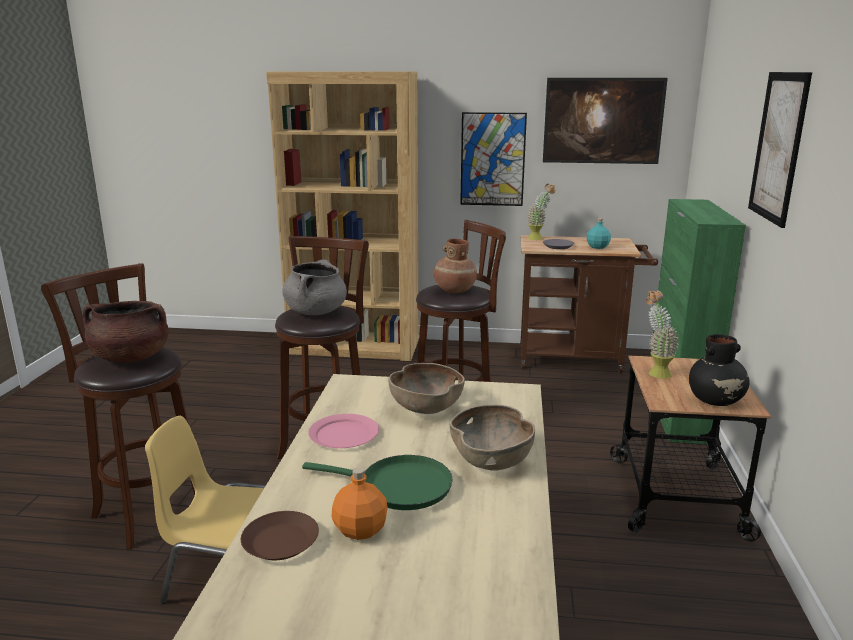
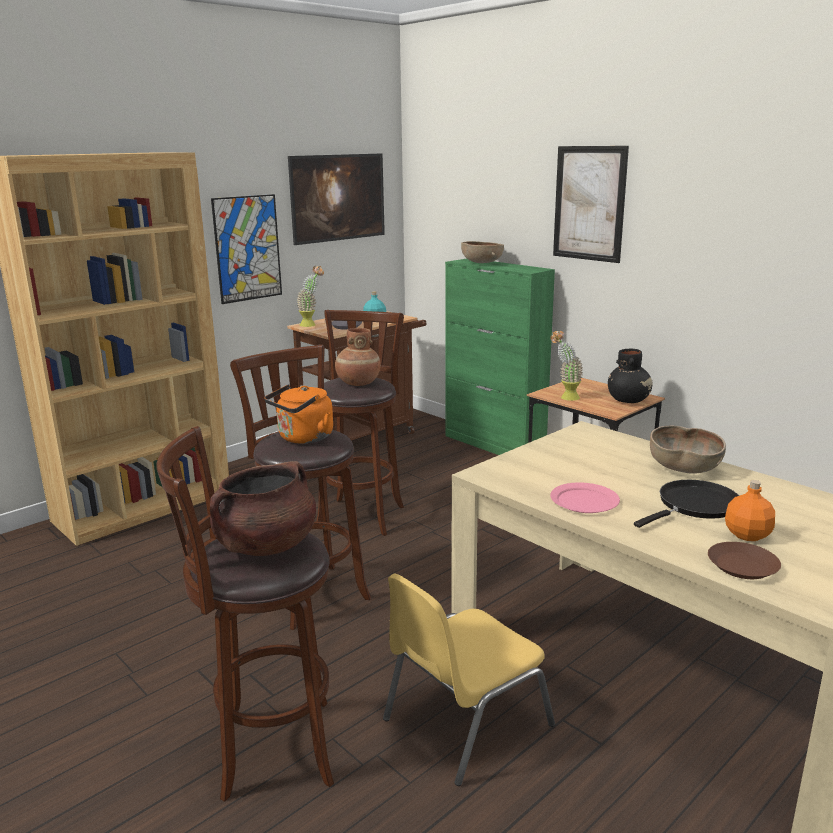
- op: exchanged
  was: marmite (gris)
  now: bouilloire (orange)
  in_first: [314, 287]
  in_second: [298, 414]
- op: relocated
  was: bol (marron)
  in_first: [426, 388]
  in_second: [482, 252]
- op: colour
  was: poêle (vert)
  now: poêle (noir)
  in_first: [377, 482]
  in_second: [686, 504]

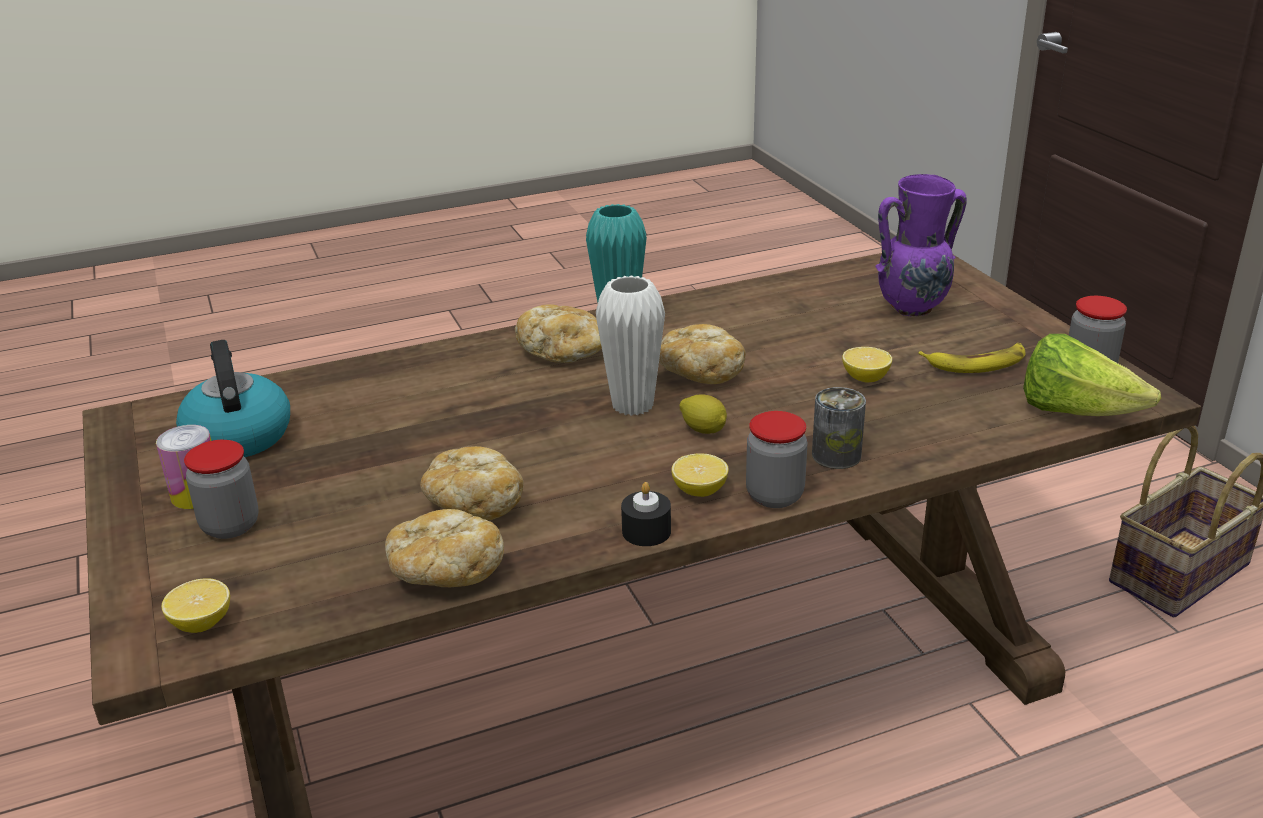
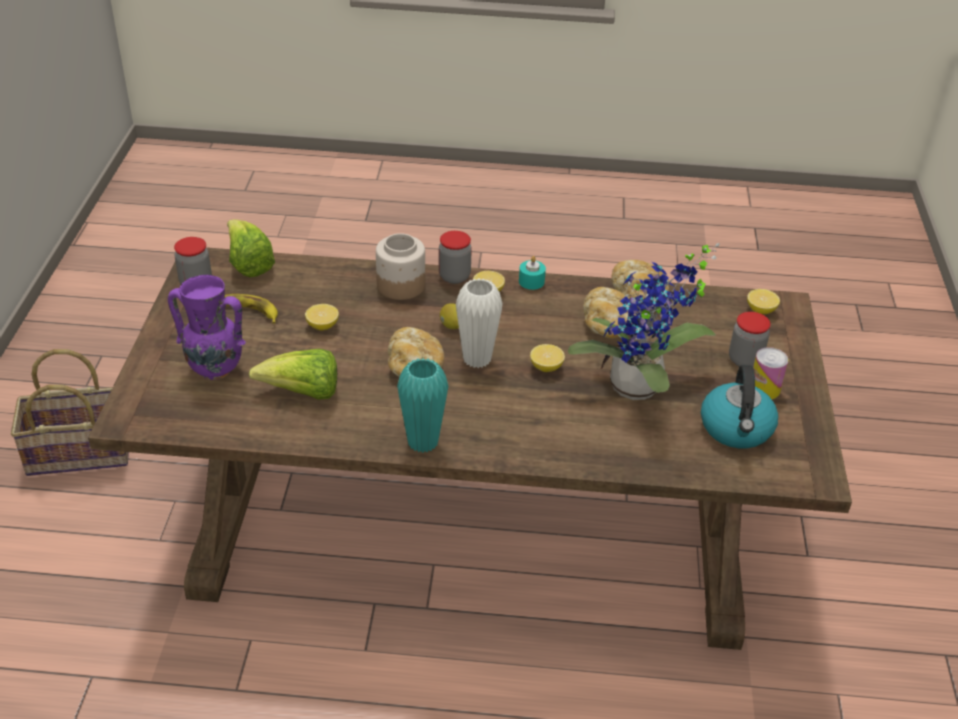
- op: appeared
  now: laitue
  in_second: [293, 374]
- op: exchanged
  was: boîte métallique
  now: bocal
  in_first: [839, 428]
  in_second: [400, 266]
- op: colour
  was: bougie (noir)
  now: bougie (turquoise)
  in_first: [646, 514]
  in_second: [532, 273]
- op: appeared
  now: citron
  in_second: [547, 358]
- op: appeared
  now: plante en pot
  in_second: [644, 321]
- op: missing
  was: pain
  in_first: [558, 333]

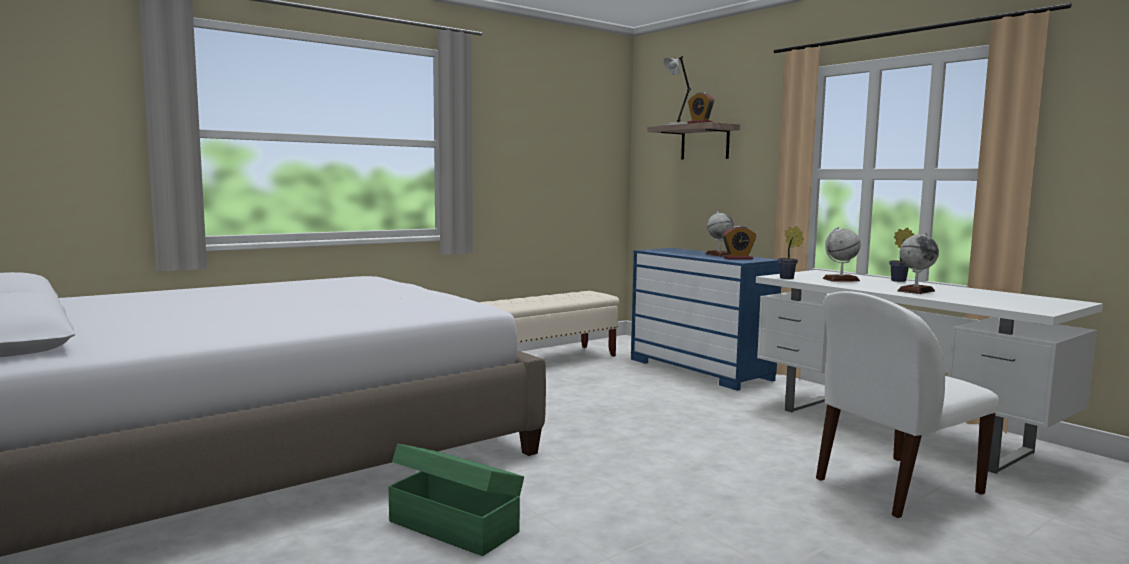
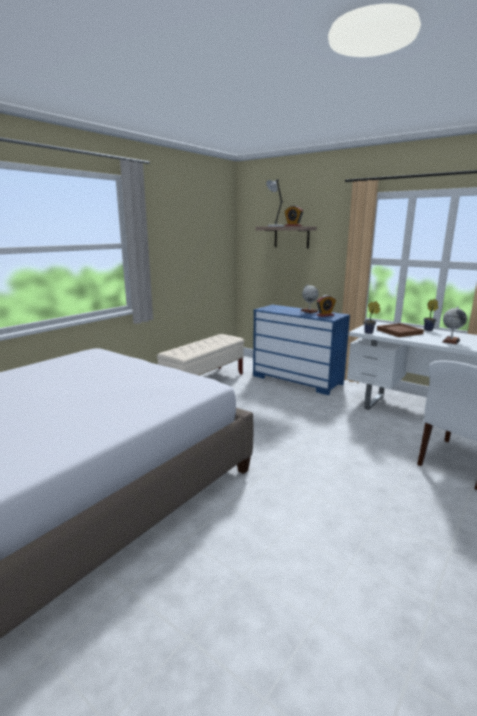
- op: exchanged
  was: globe
  now: plateau (marron)
  in_first: [841, 254]
  in_second: [400, 330]
- op: missing
  was: boîte de rangement (vert)
  in_first: [456, 500]

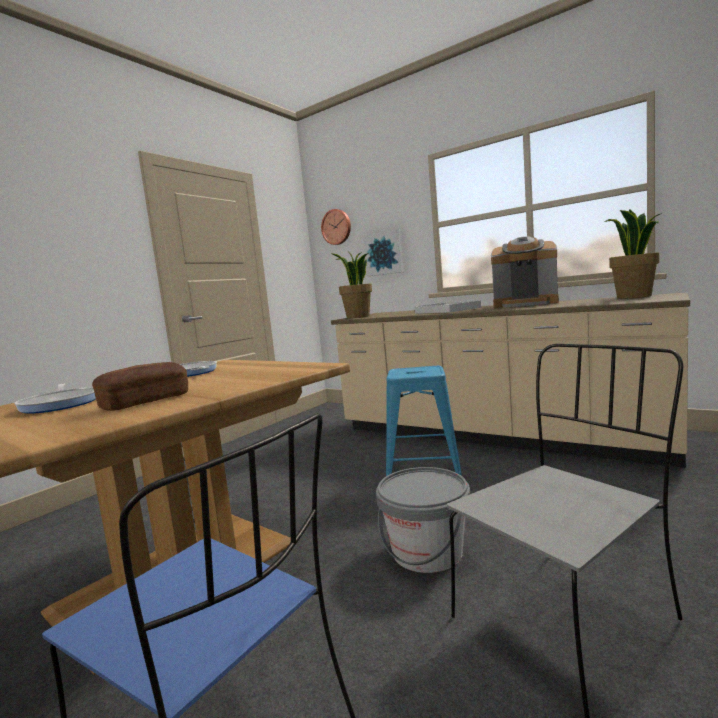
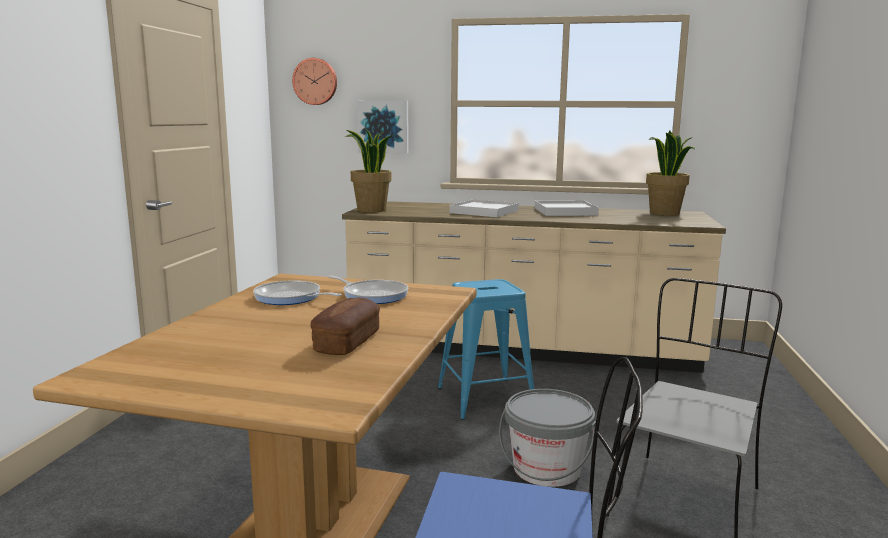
- op: relocated
  was: poêle
  in_first: [55, 399]
  in_second: [367, 290]
- op: exchanged
  was: machine à café
  now: plateau (blanc)
  in_first: [525, 272]
  in_second: [567, 208]

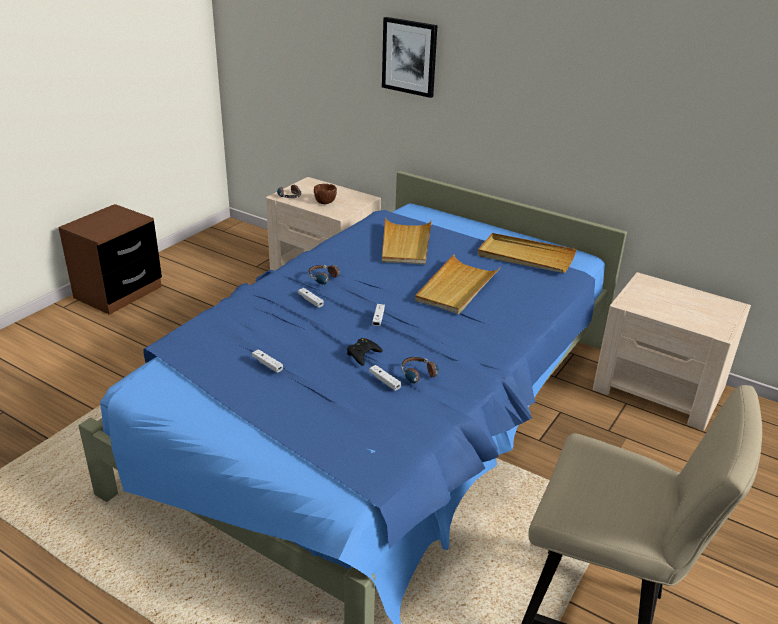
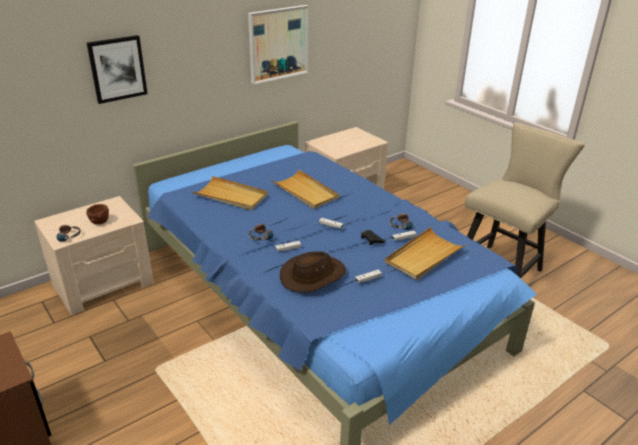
- op: appeared
  now: tableau
  in_second: [278, 44]
- op: appeared
  now: chapeau (marron)
  in_second: [313, 271]
- op: relocated
  was: plateau (beige)
  in_first: [527, 253]
  in_second: [425, 253]

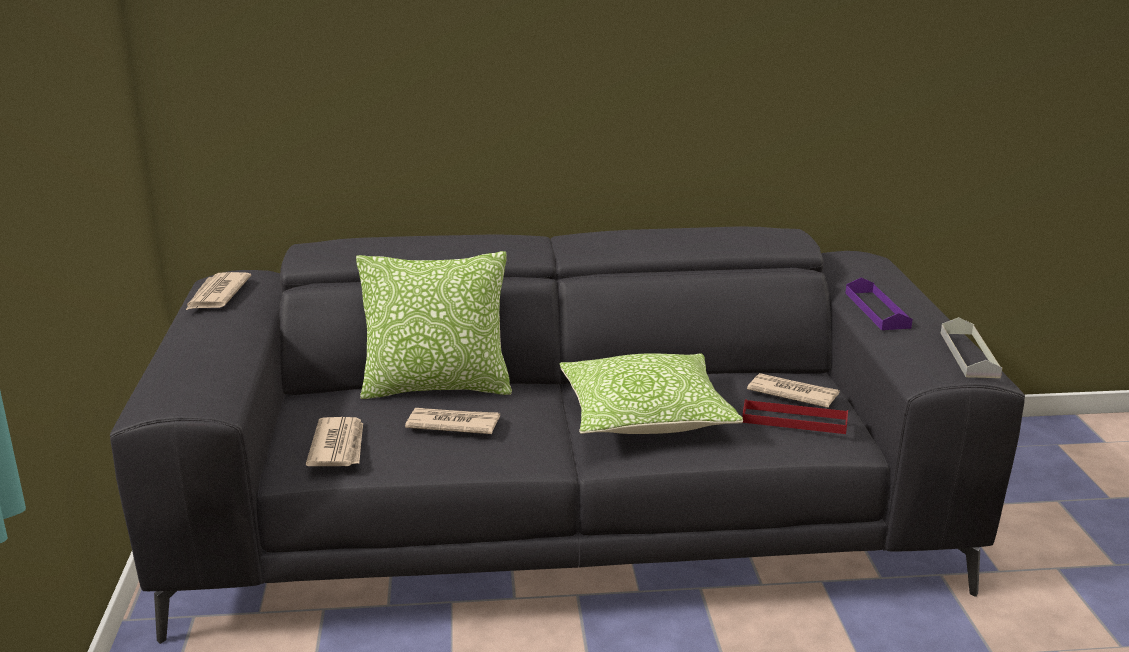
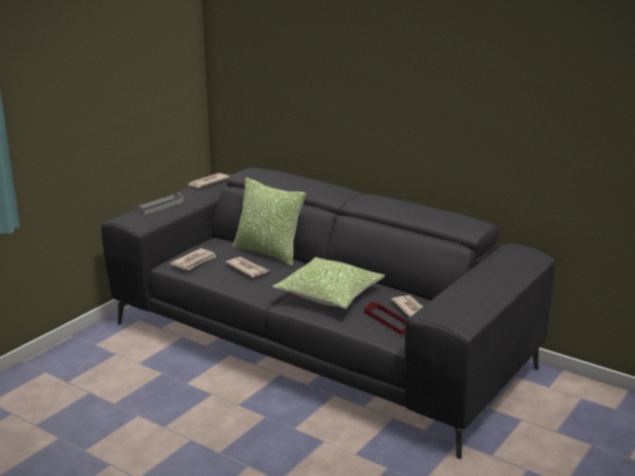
- op: relocated
  was: plateau (gris)
  in_first: [971, 347]
  in_second: [159, 204]
- op: missing
  was: plateau (violet)
  in_first: [879, 304]

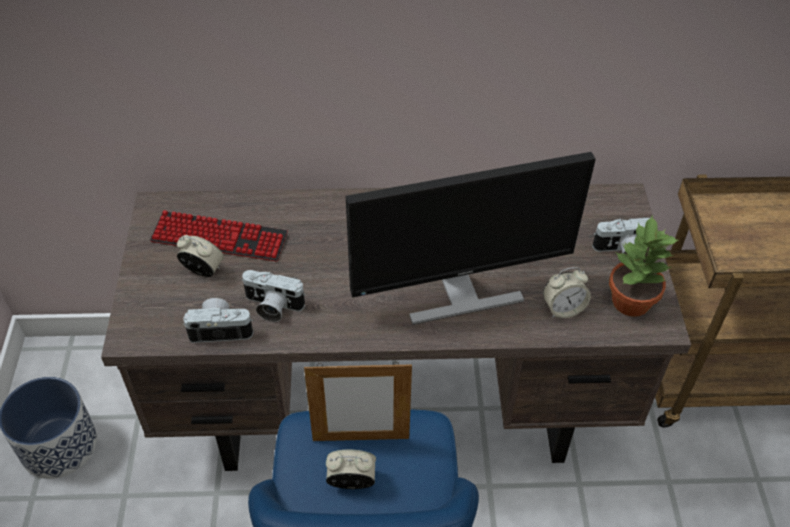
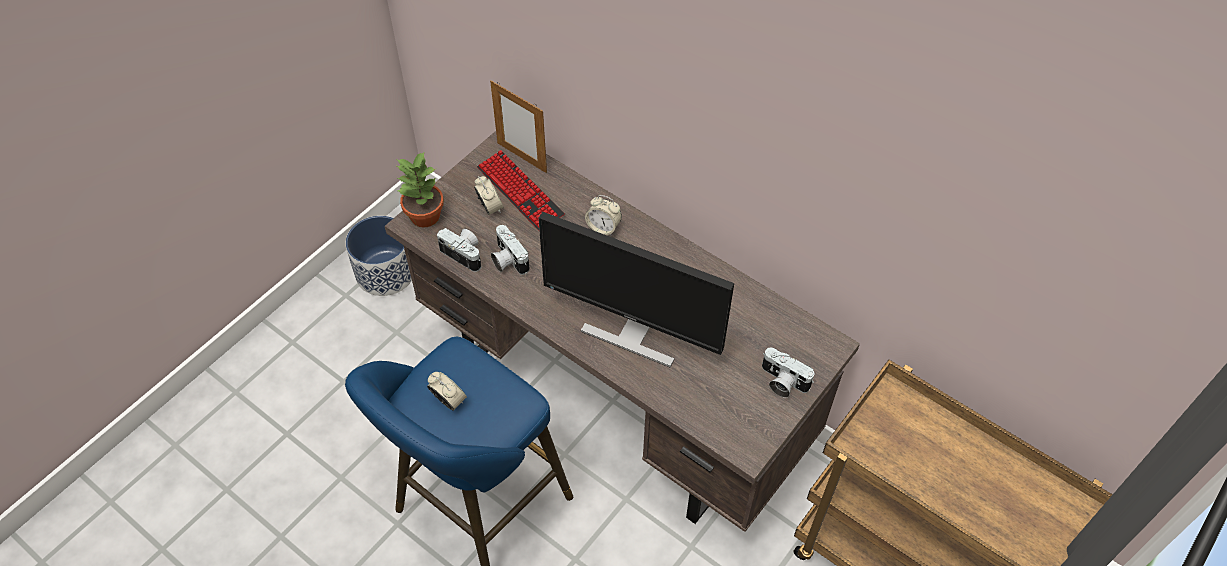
- op: relocated
  was: plante en pot
  in_first: [643, 266]
  in_second: [420, 189]
- op: relocated
  was: cadre photo
  in_first: [358, 401]
  in_second: [518, 126]
- op: relocated
  was: réveil
  in_first: [567, 292]
  in_second: [603, 215]

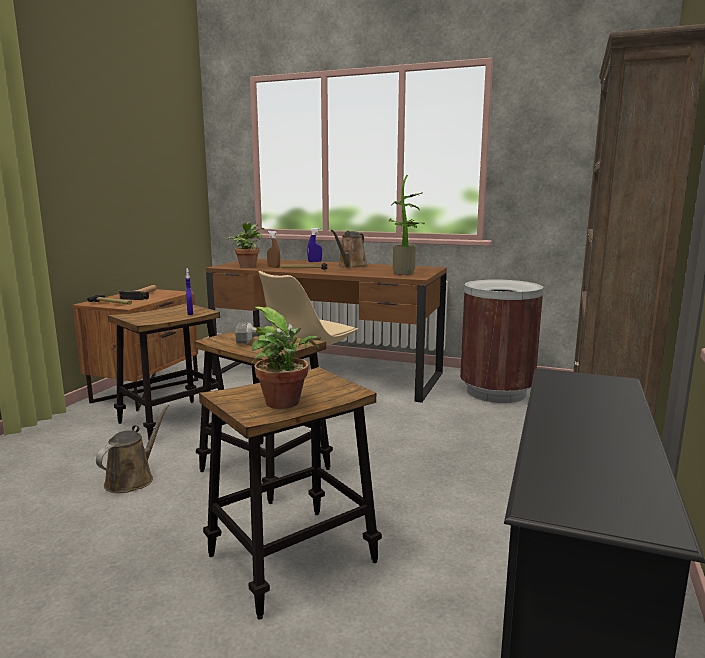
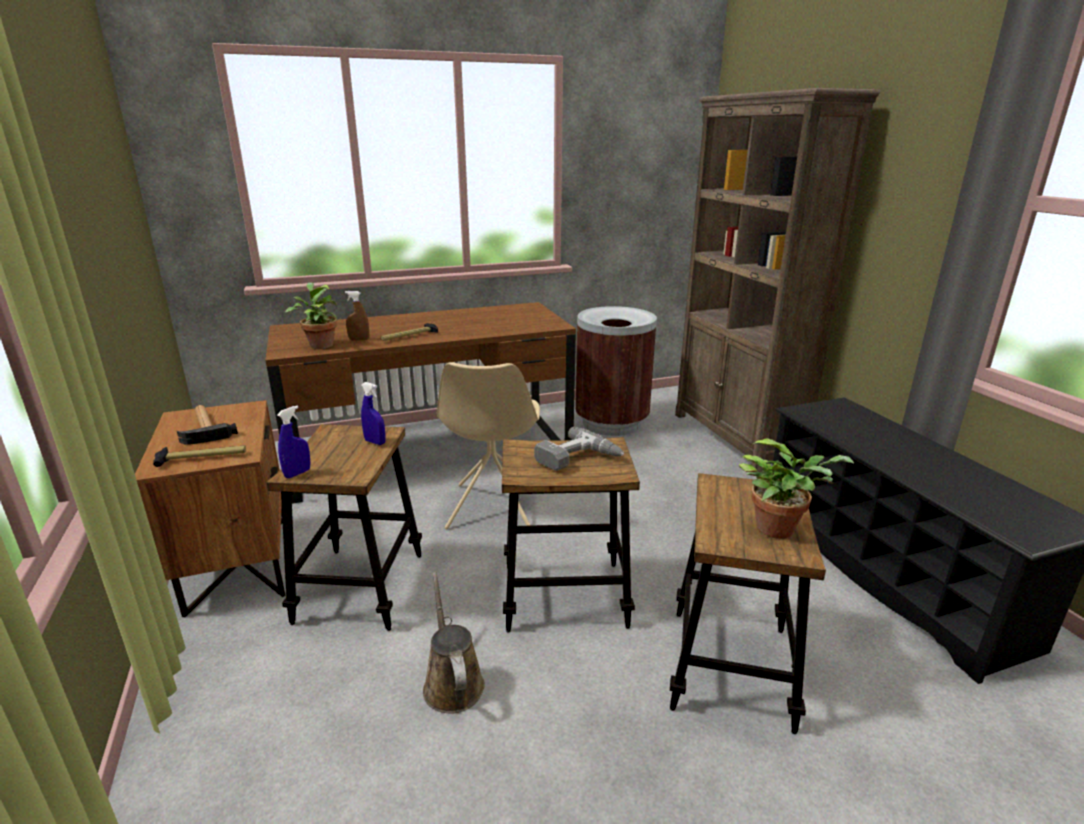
- op: relocated
  was: vaporisateur (bleu)
  in_first: [314, 245]
  in_second: [293, 442]
- op: missing
  was: arrosoir (marron)
  in_first: [349, 249]
- op: missing
  was: plante en pot
  in_first: [406, 225]

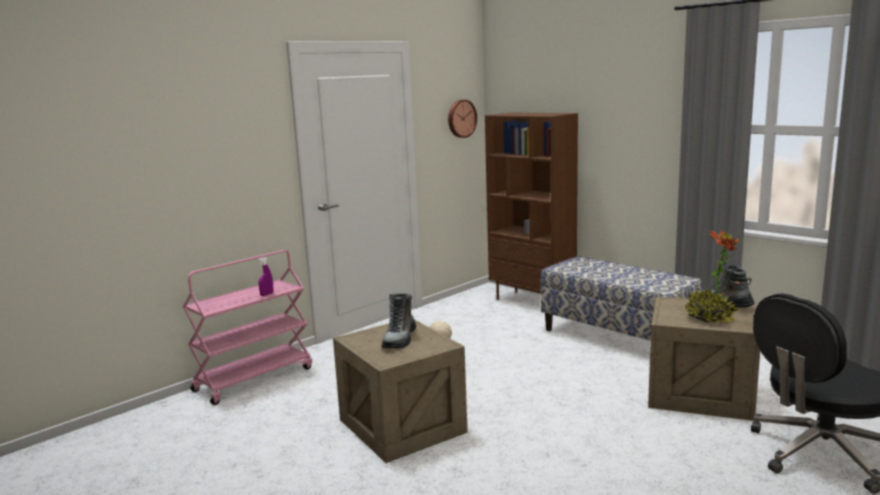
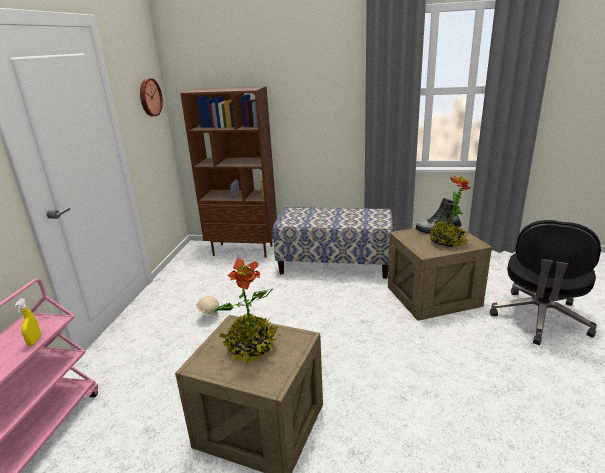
- op: colour
  was: vaporisateur (violet)
  now: vaporisateur (jaune)
  in_first: [265, 276]
  in_second: [27, 322]
- op: exchanged
  was: botte
  now: plante en pot
  in_first: [398, 321]
  in_second: [246, 311]

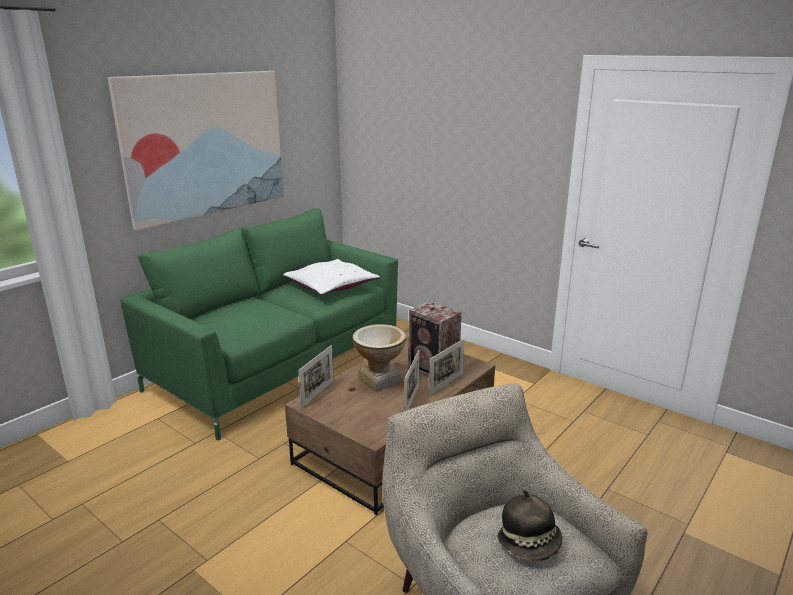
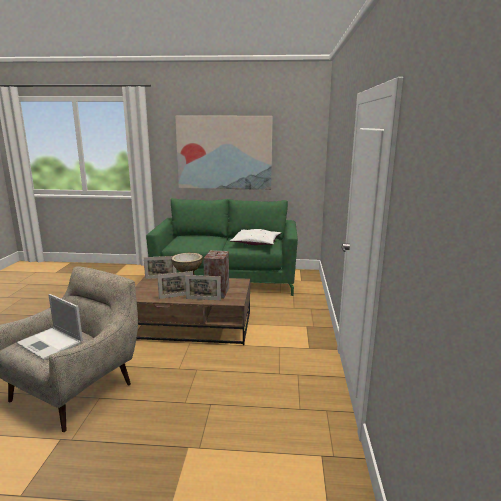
- op: exchanged
  was: chapeau
  now: ordinateur portable
  in_first: [530, 525]
  in_second: [49, 327]

